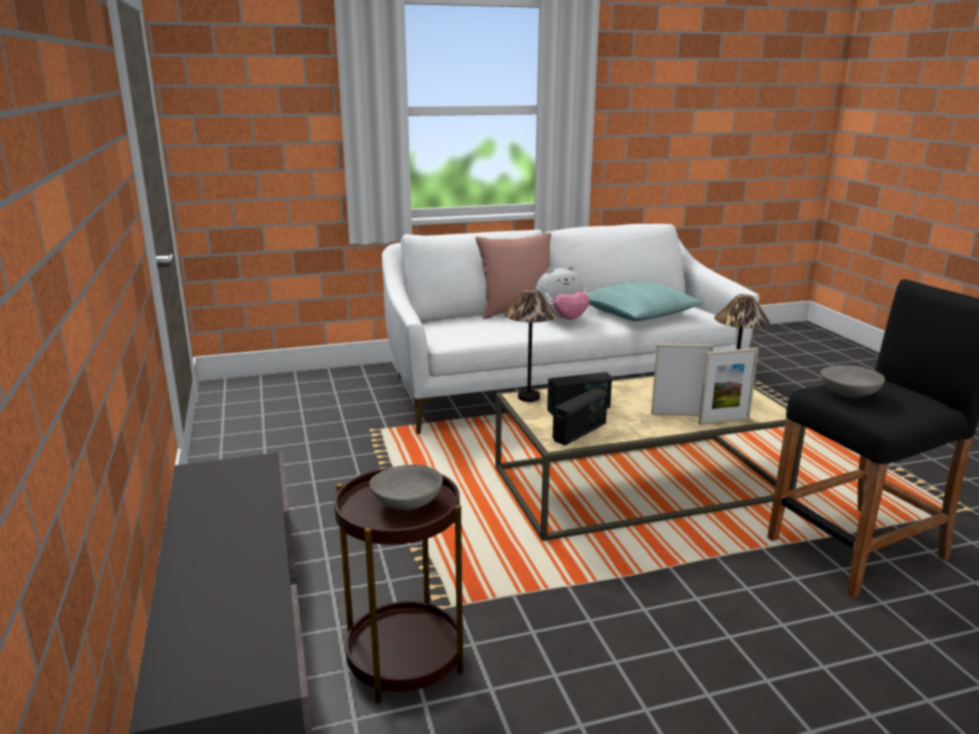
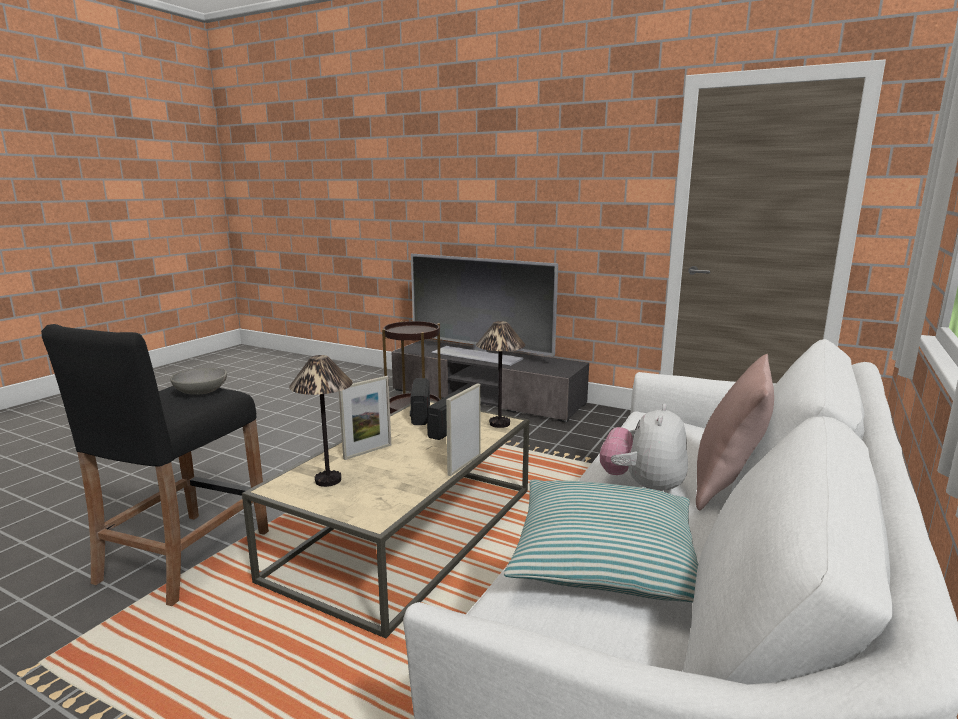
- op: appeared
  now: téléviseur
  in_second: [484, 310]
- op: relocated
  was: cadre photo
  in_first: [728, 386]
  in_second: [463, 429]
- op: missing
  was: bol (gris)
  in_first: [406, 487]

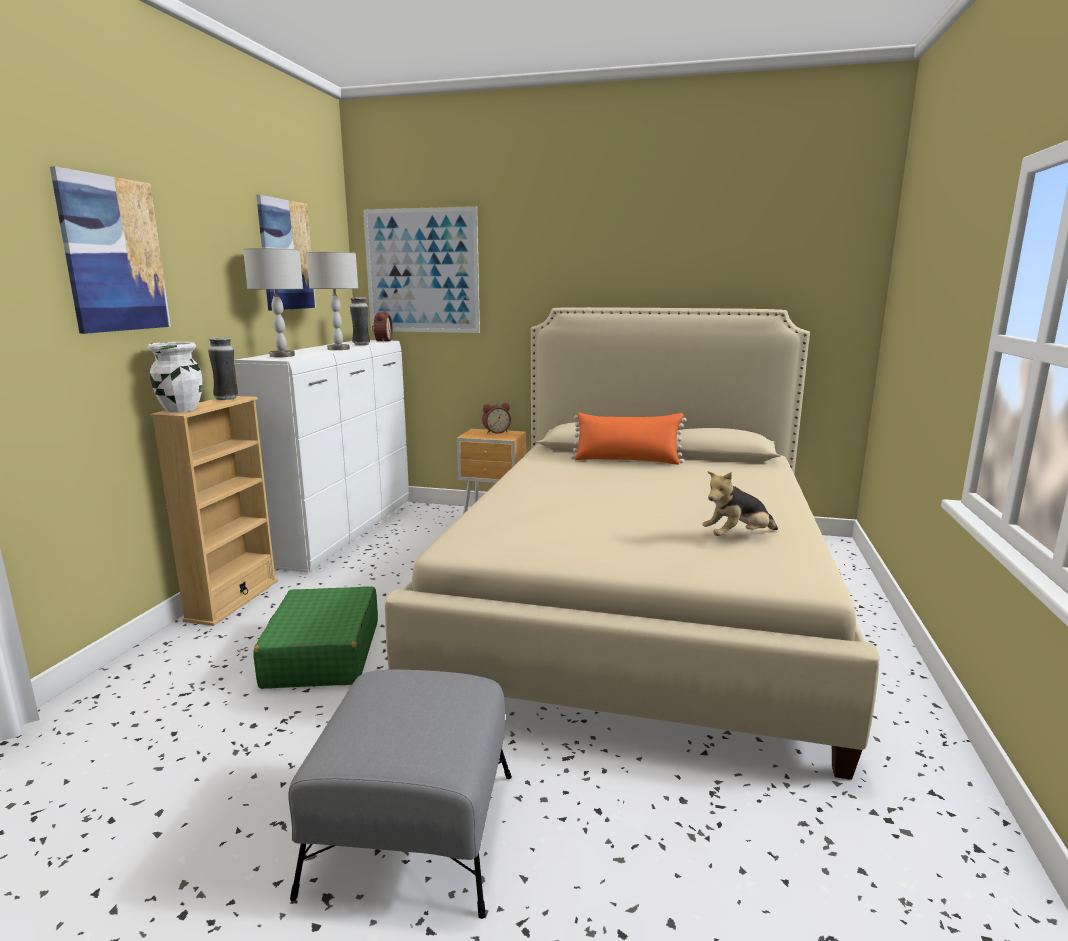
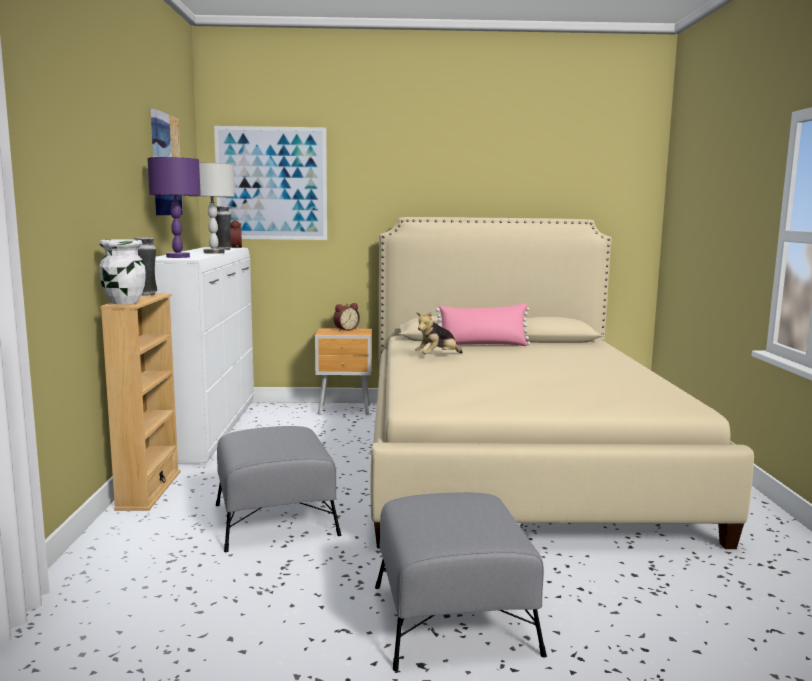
- op: colour
  was: lampe de table (gris)
  now: lampe de table (violet)
  in_first: [273, 302]
  in_second: [174, 207]
- op: exchanged
  was: valise (vert)
  now: pouf (gris)
  in_first: [316, 637]
  in_second: [278, 489]
- op: relocated
  was: peluche
  in_first: [740, 503]
  in_second: [438, 333]
- op: colour
  was: coussin (orange)
  now: coussin (rose)
  in_first: [628, 438]
  in_second: [483, 324]
- op: missing
  was: tableau
  in_first: [110, 250]

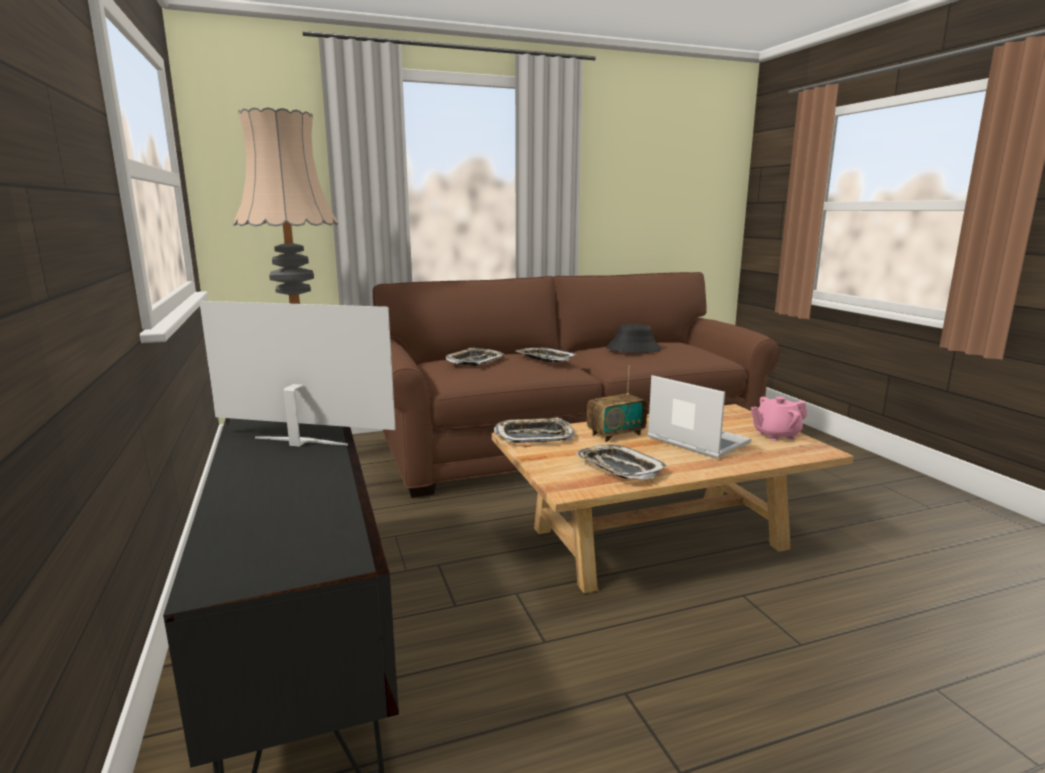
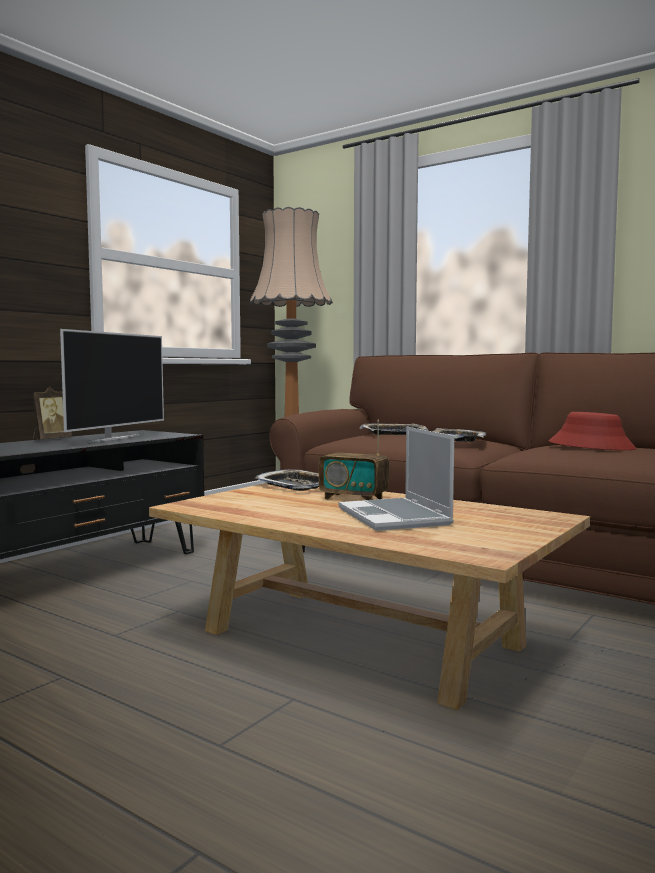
- op: appeared
  now: cadre photo
  in_second: [52, 413]
- op: spun
  was: téléviseur
  in_first: [297, 374]
  in_second: [112, 386]
  clockwise: 45
- op: spun
  was: ordinateur portable
  in_first: [699, 416]
  in_second: [396, 479]
  clockwise: 150
- op: colour
  was: chapeau (noir)
  now: chapeau (rouge)
  in_first: [633, 338]
  in_second: [593, 431]
- op: missing
  was: plateau
  in_first: [621, 462]
- op: missing
  was: théière (rose)
  in_first: [779, 419]

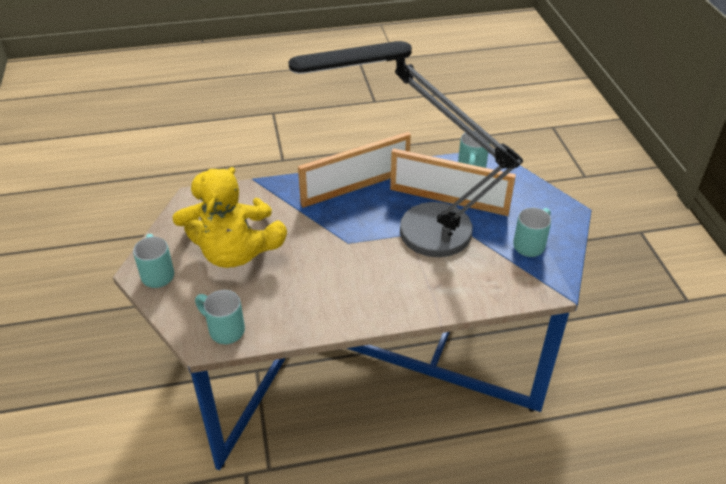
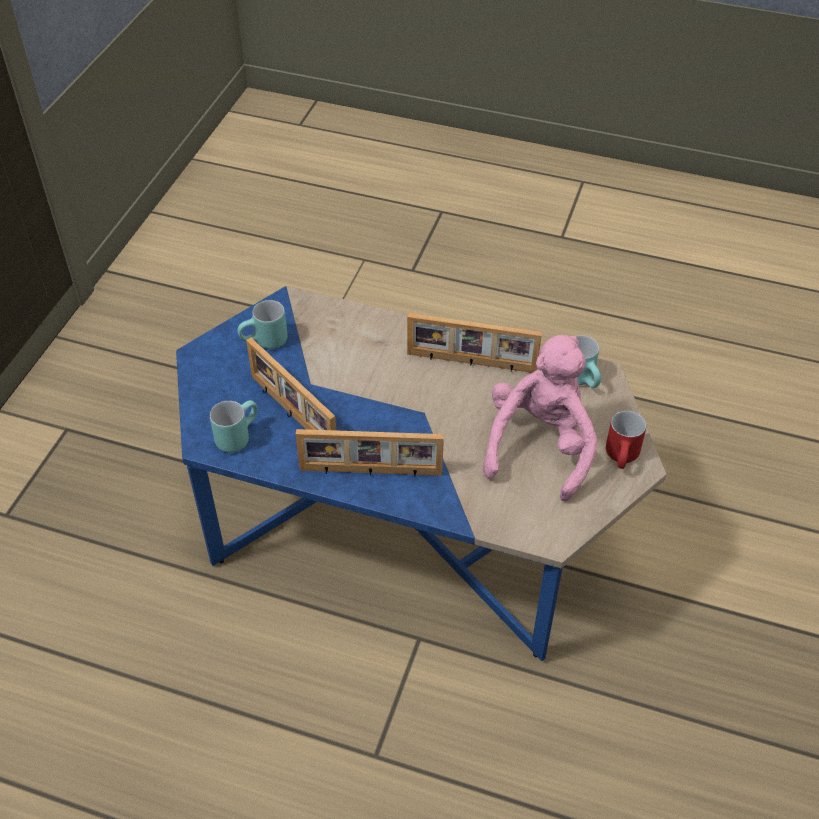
- op: appeared
  now: cadre photo
  in_second: [474, 343]
- op: colour
  was: peluche (jaune)
  now: peluche (rose)
  in_first: [230, 217]
  in_second: [540, 418]
- op: colour
  was: mug (turquoise)
  now: mug (rouge)
  in_first: [153, 261]
  in_second: [626, 440]
- op: missing
  was: lampe de table
  in_first: [406, 149]

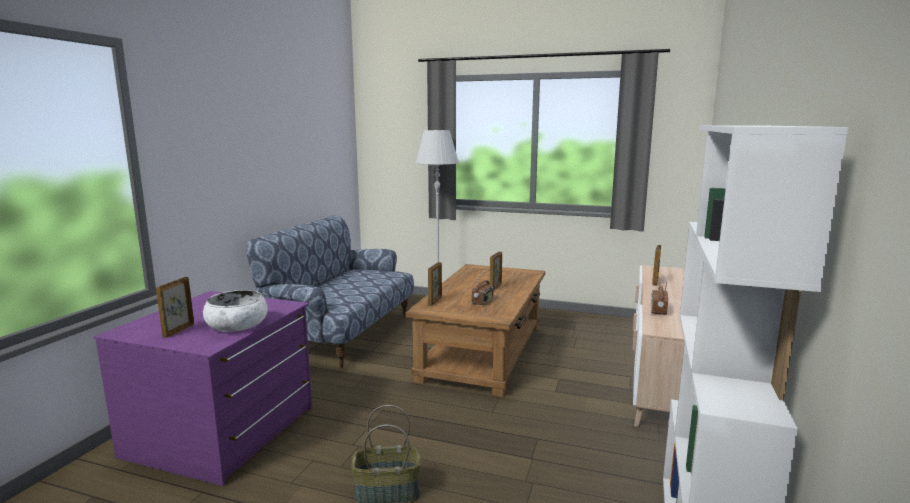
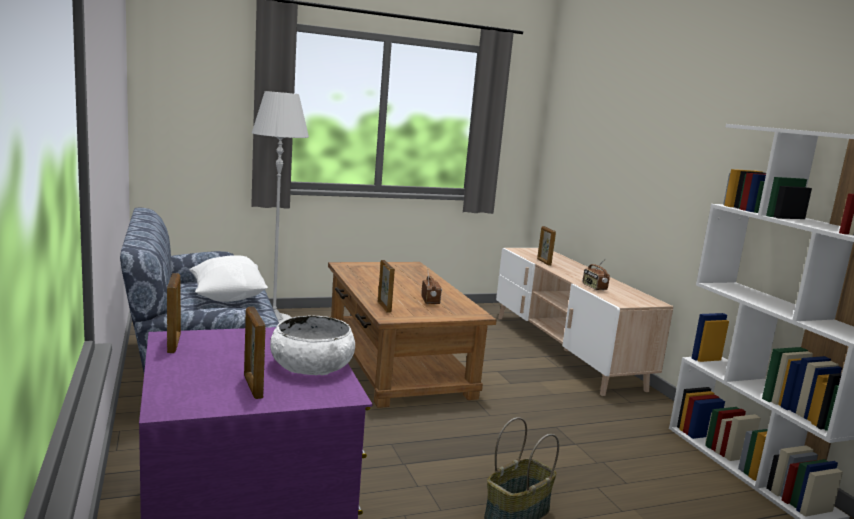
- op: relocated
  was: cadre photo
  in_first: [496, 270]
  in_second: [174, 313]
- op: appeared
  now: coussin (blanc)
  in_second: [228, 278]

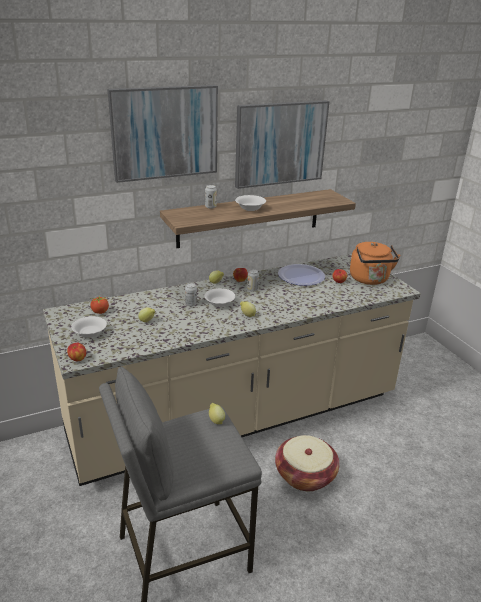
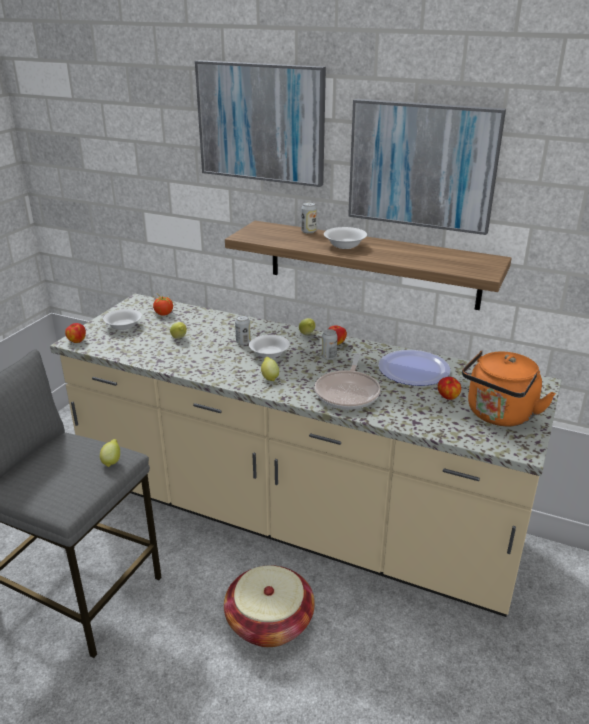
- op: appeared
  now: poêle
  in_second: [347, 381]

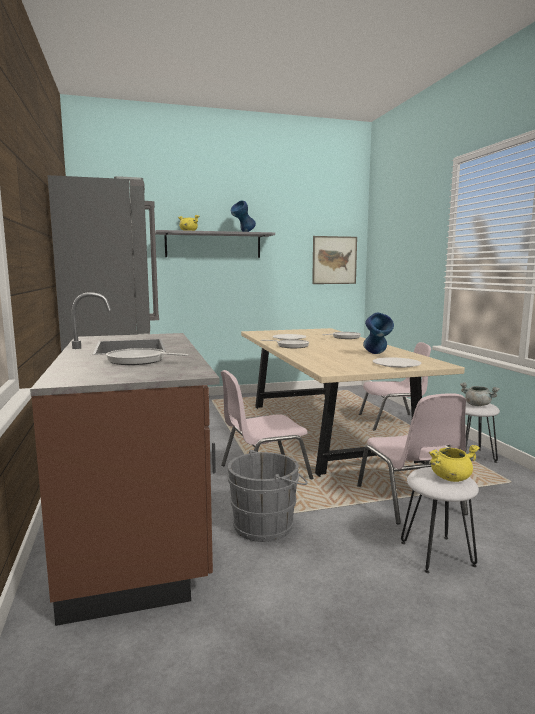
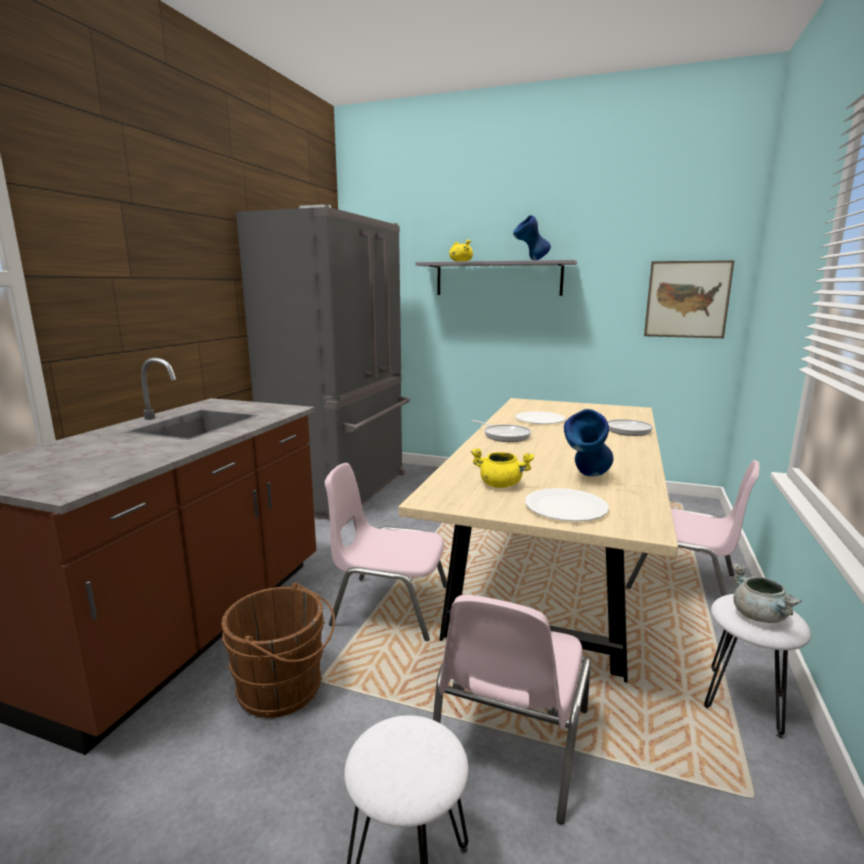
- op: colour
  was: seau (gris)
  now: seau (marron)
  in_first: [267, 496]
  in_second: [278, 650]
- op: relocated
  was: marmite (jaune)
  in_first: [454, 463]
  in_second: [502, 468]
- op: missing
  was: poêle
  in_first: [147, 356]

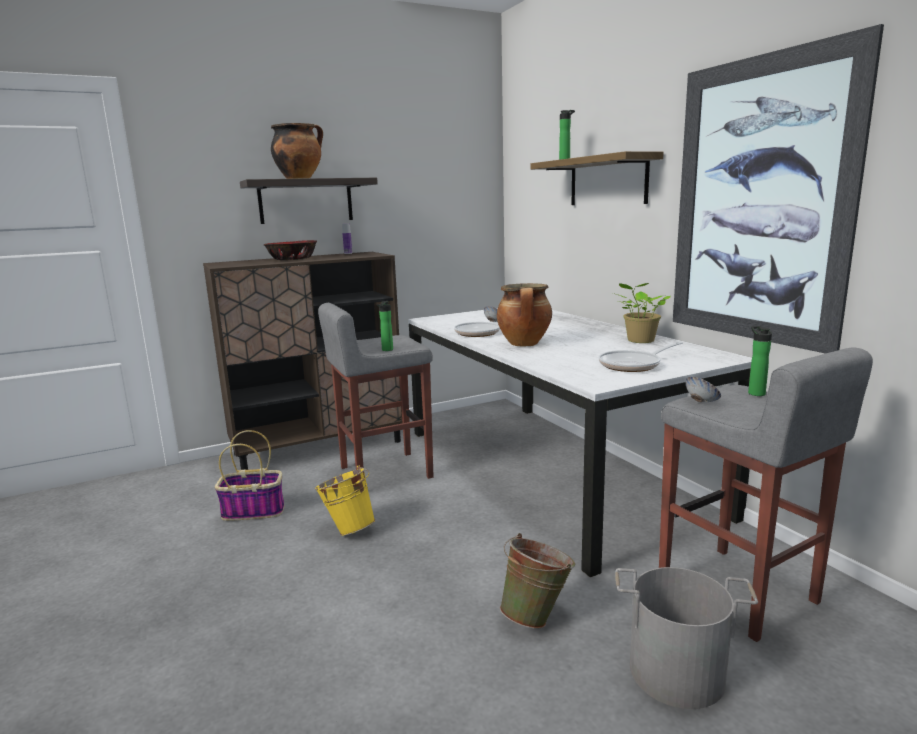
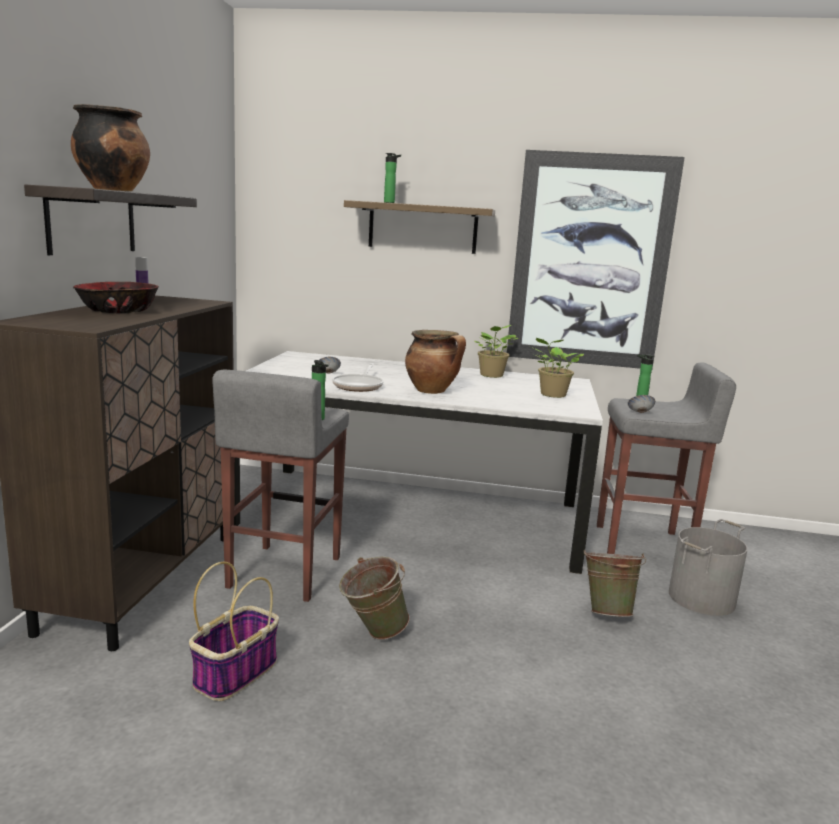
- op: colour
  was: seau (jaune)
  now: seau (vert)
  in_first: [345, 500]
  in_second: [374, 598]
- op: exchanged
  was: poêle
  now: plante en pot
  in_first: [641, 356]
  in_second: [558, 368]

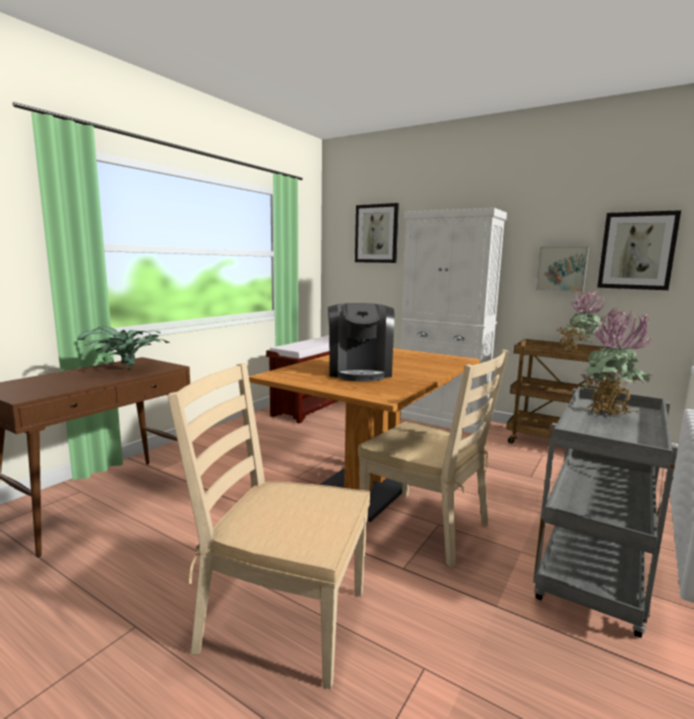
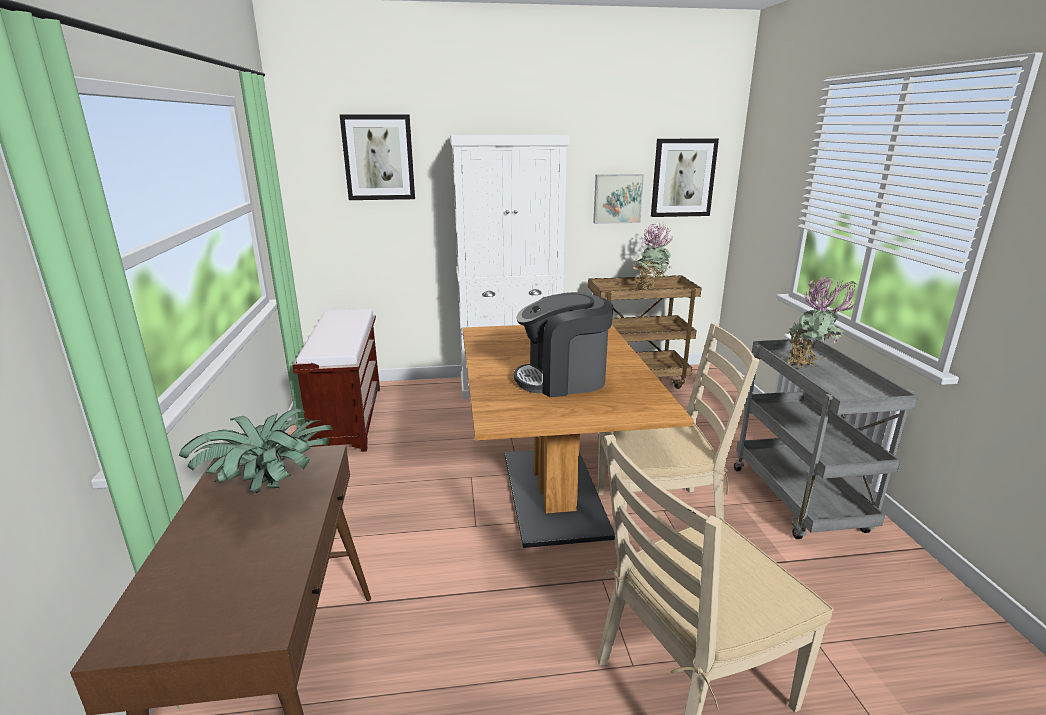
- op: spun
  was: machine à café
  in_first: [361, 342]
  in_second: [563, 344]
  clockwise: 120

